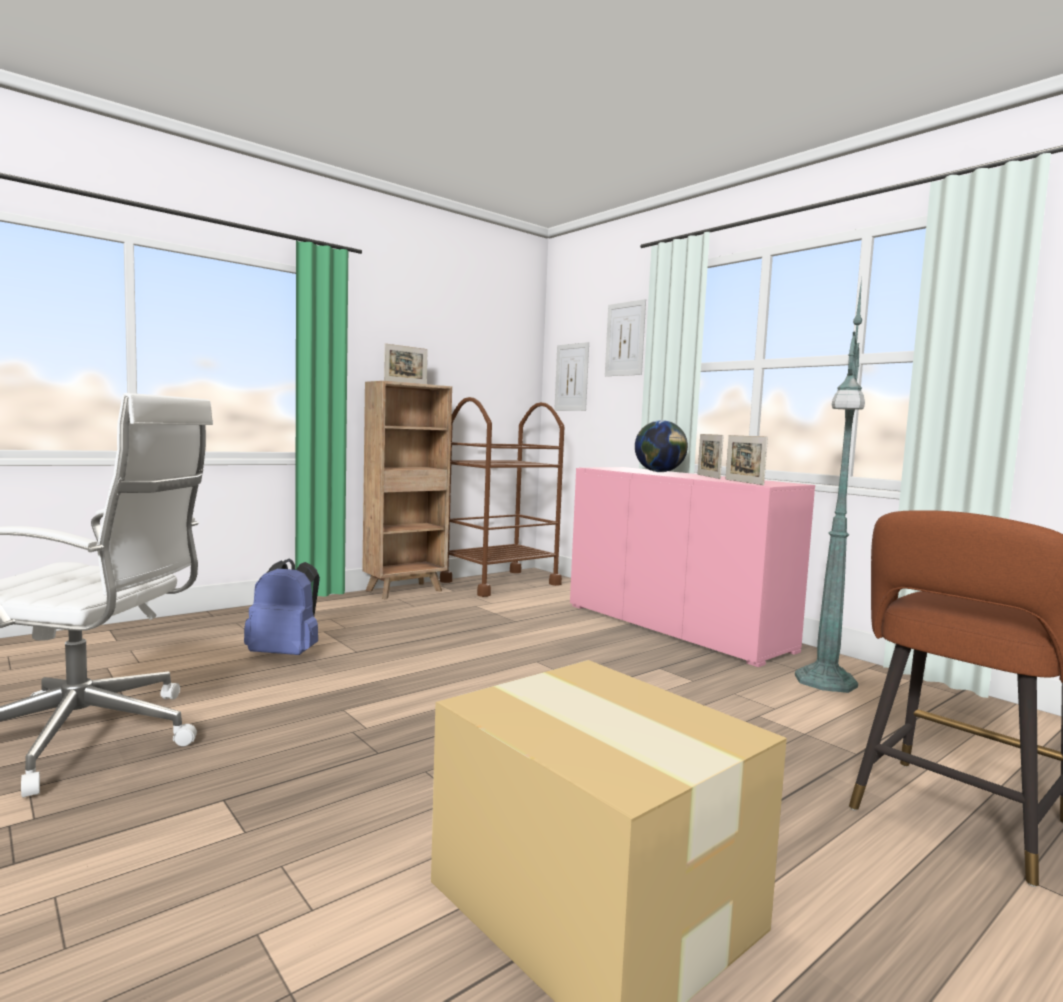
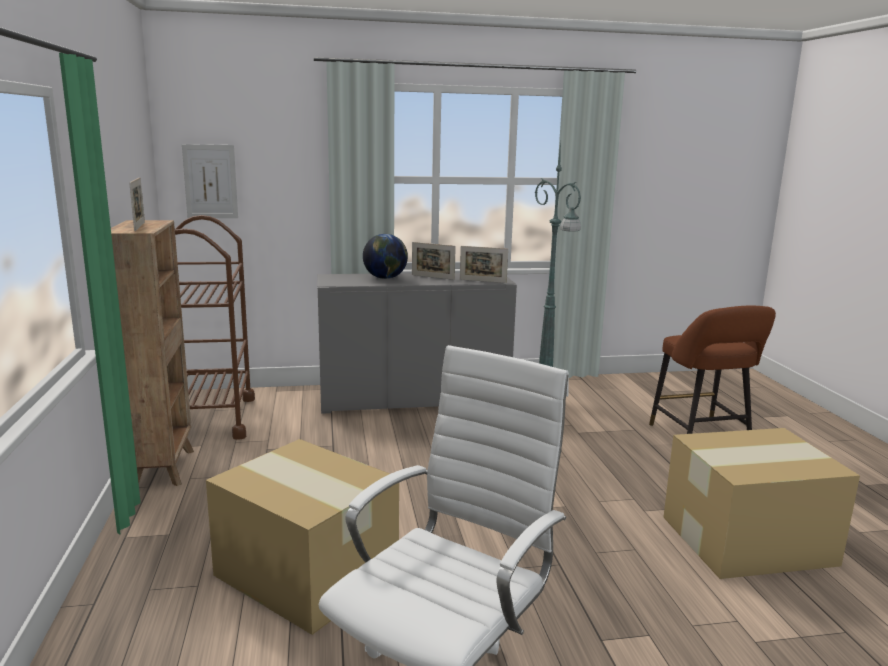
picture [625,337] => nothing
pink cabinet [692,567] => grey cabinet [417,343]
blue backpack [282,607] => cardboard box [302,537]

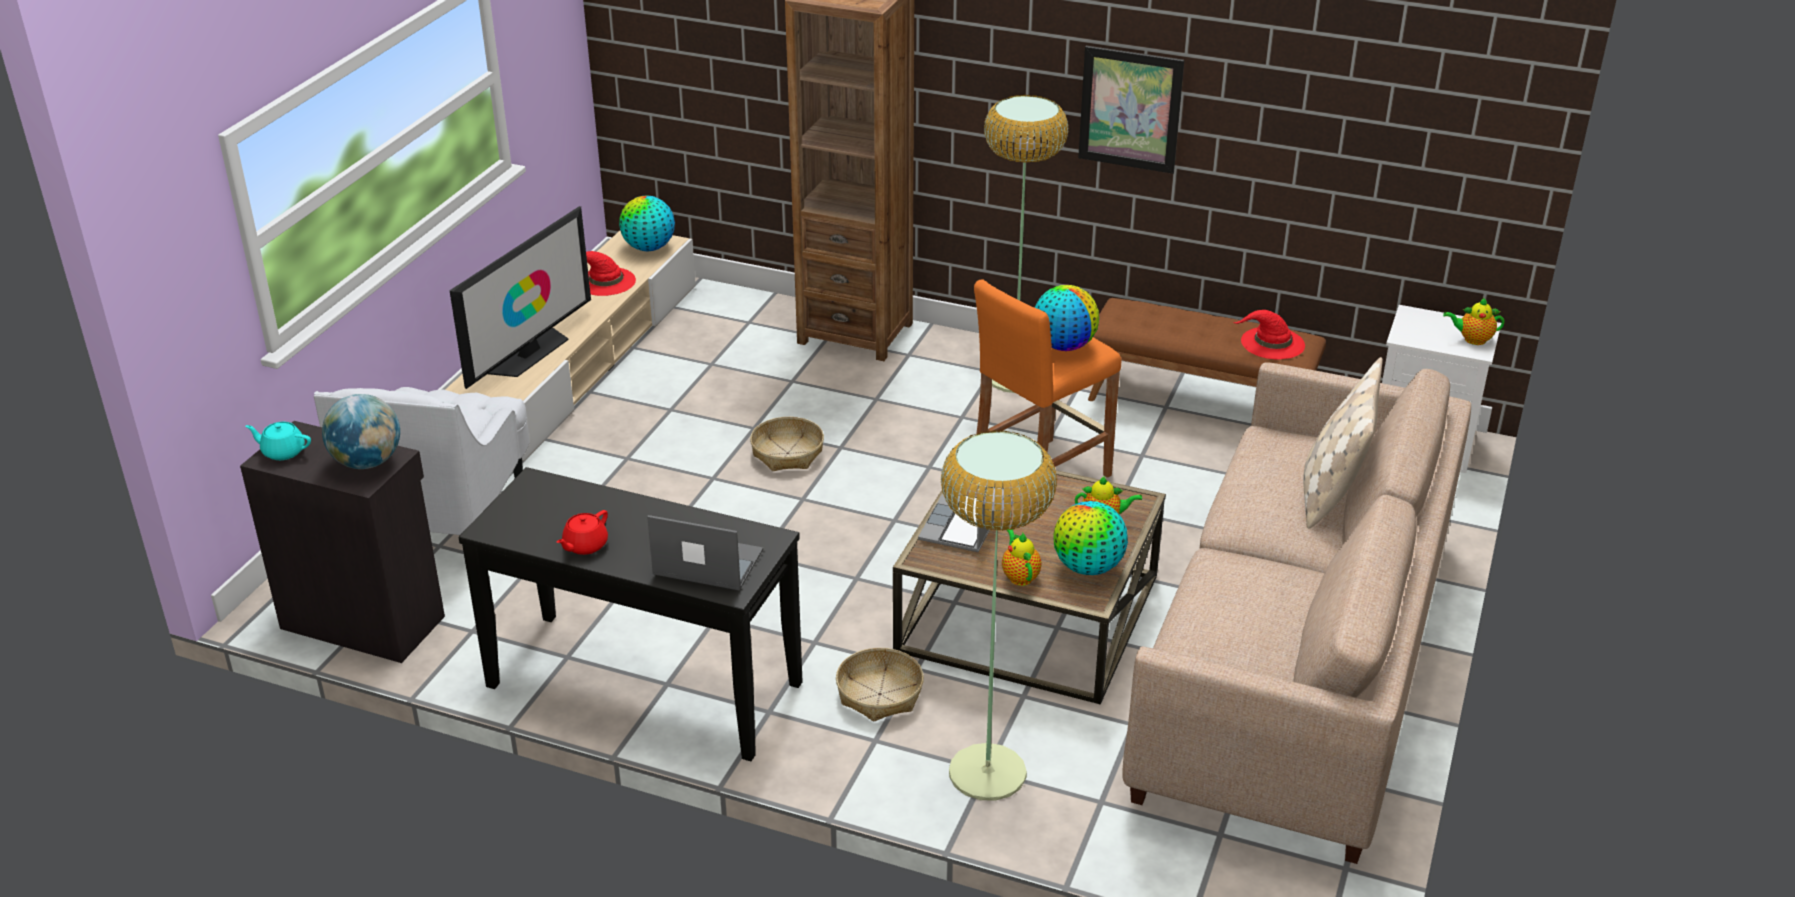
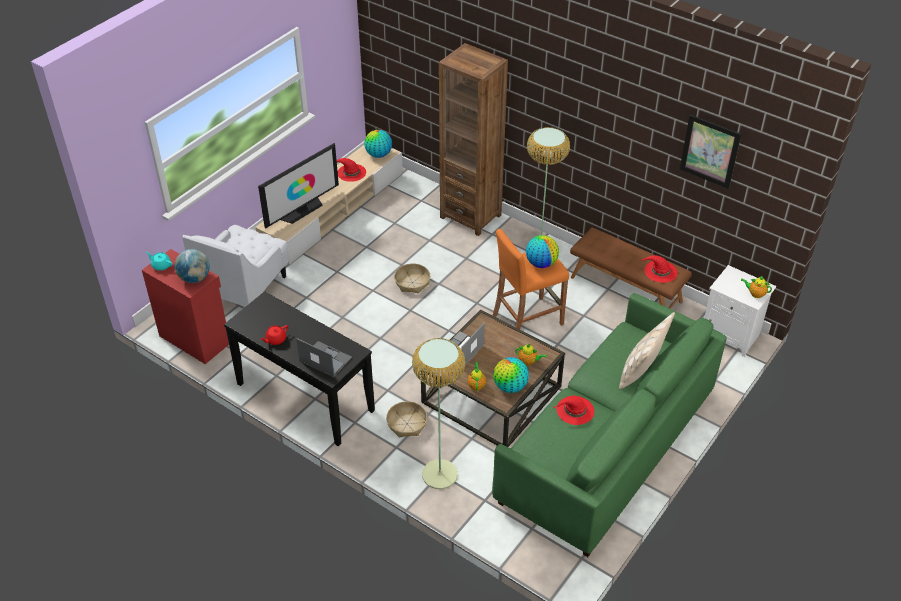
picture [1131,110] => picture [711,151], relocated
beige sofa [1296,613] => green sofa [609,425]
black cabinet [342,542] => red cabinet [185,306]
nothing => red hat [573,410]

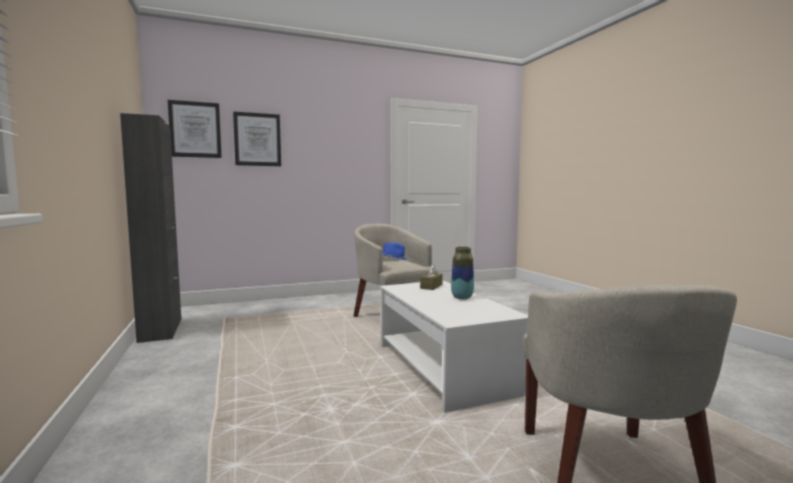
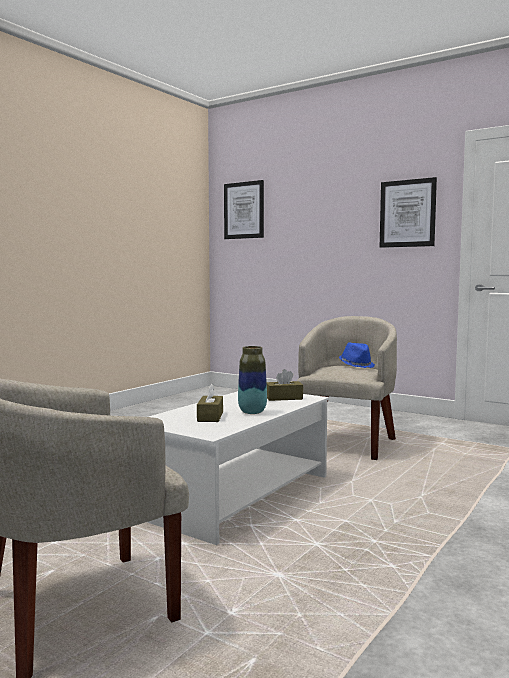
picture [257,139] => picture [408,212], relocated
black cabinet [150,228] => nothing
nothing => brown tissue box [210,403]

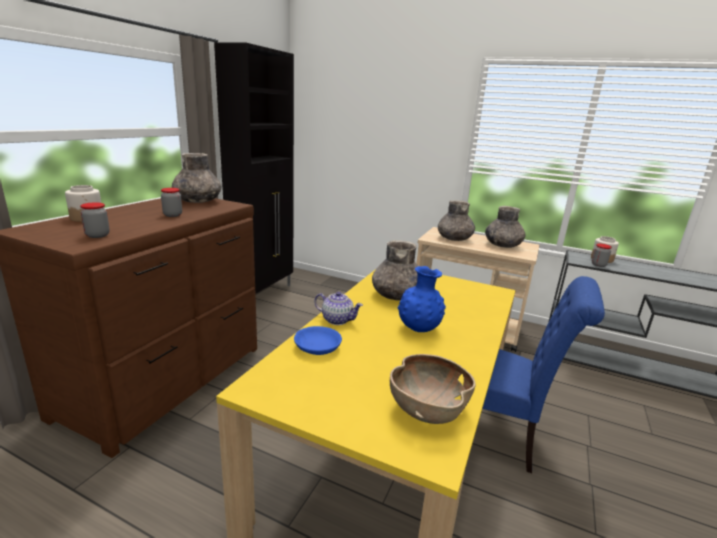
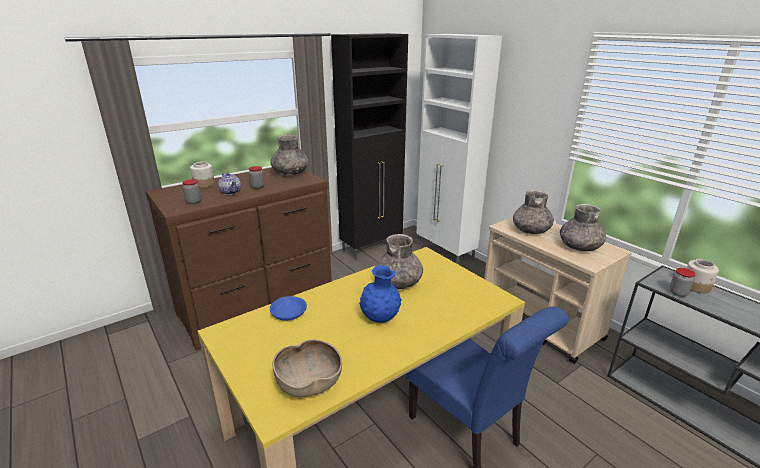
teapot [338,308] => teapot [229,183], relocated
nothing => white cabinet [459,149]

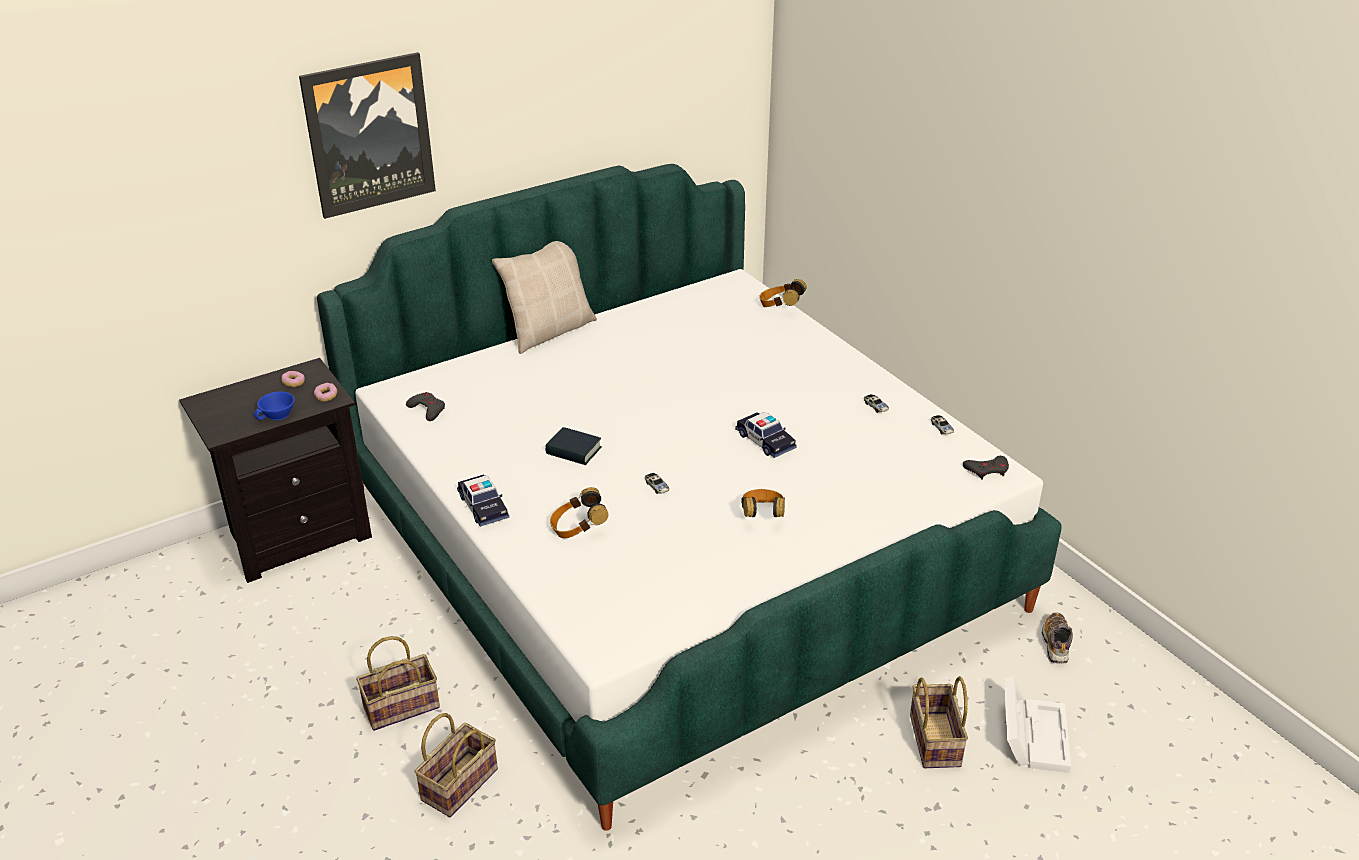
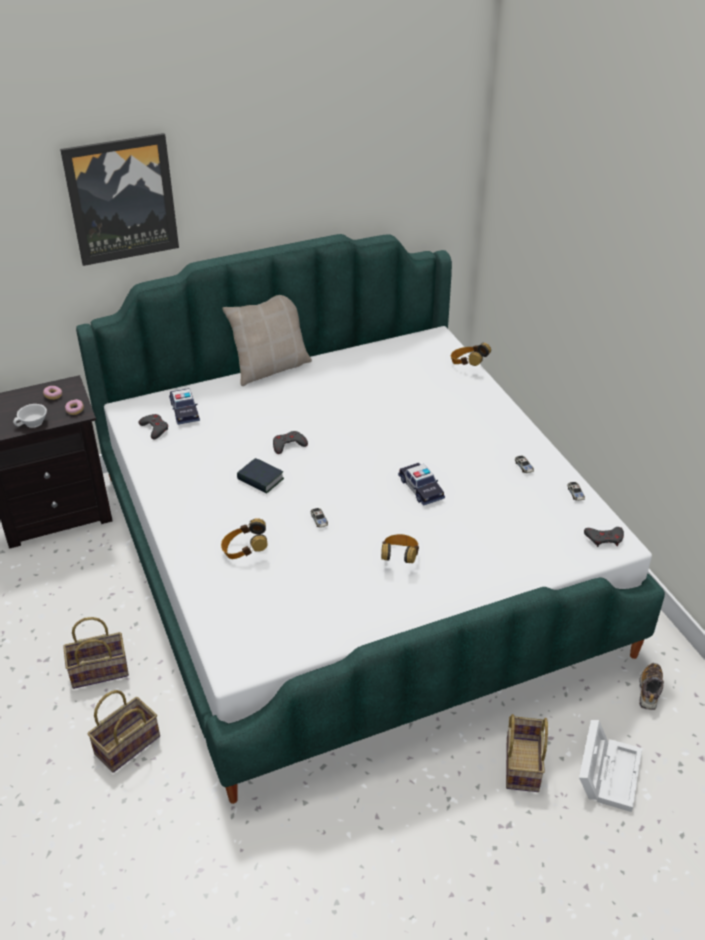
blue cup [274,406] => white cup [30,416]
toy car [483,500] => toy car [184,406], relocated
nothing => grey game controller [290,442]

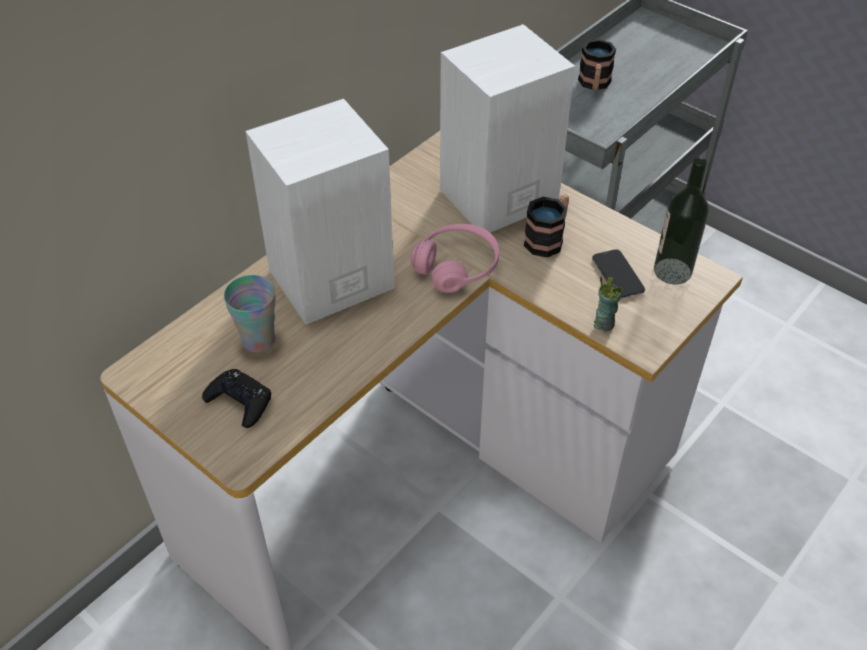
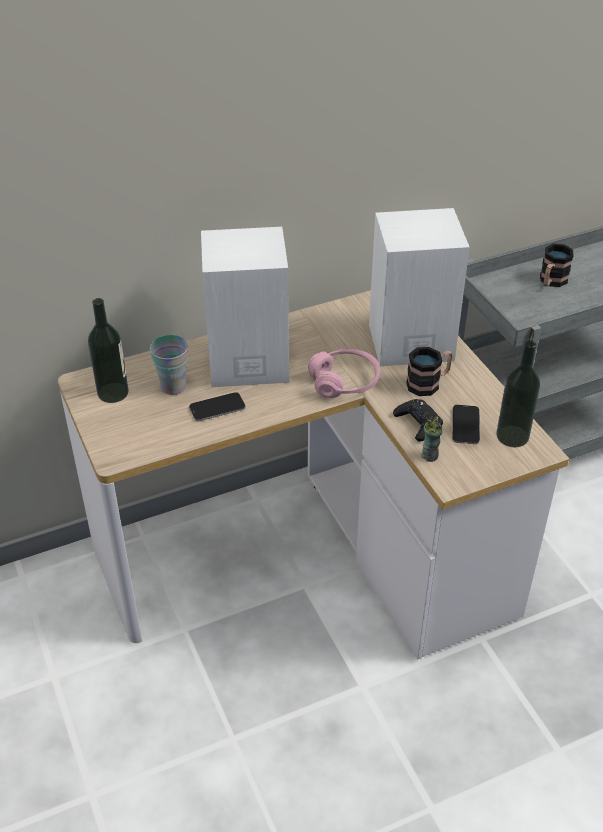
black game controller [236,398] => black game controller [418,420], relocated
nothing => bottle [108,350]
nothing => phone [217,406]

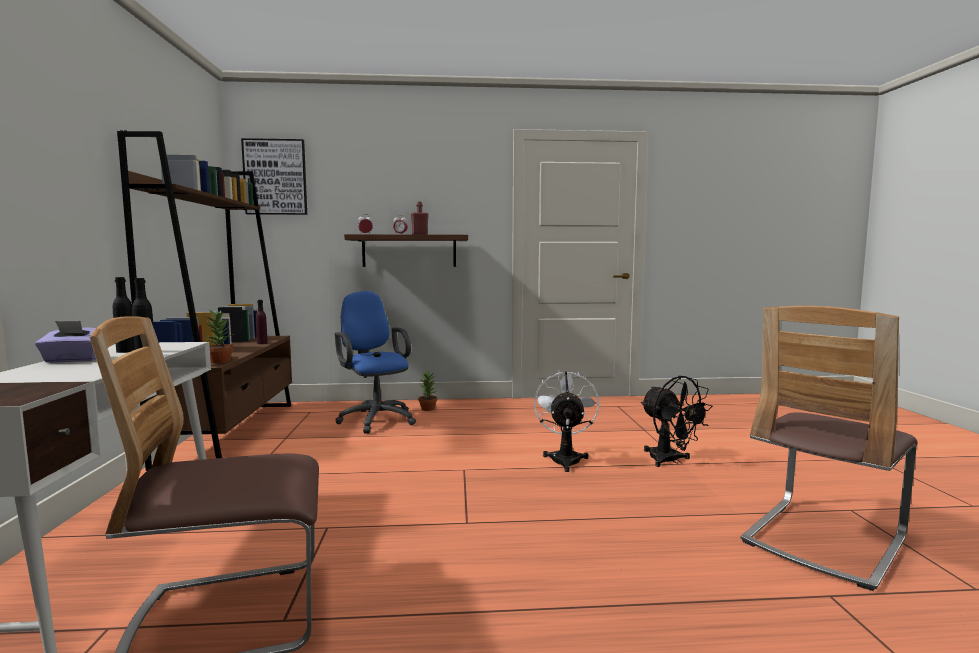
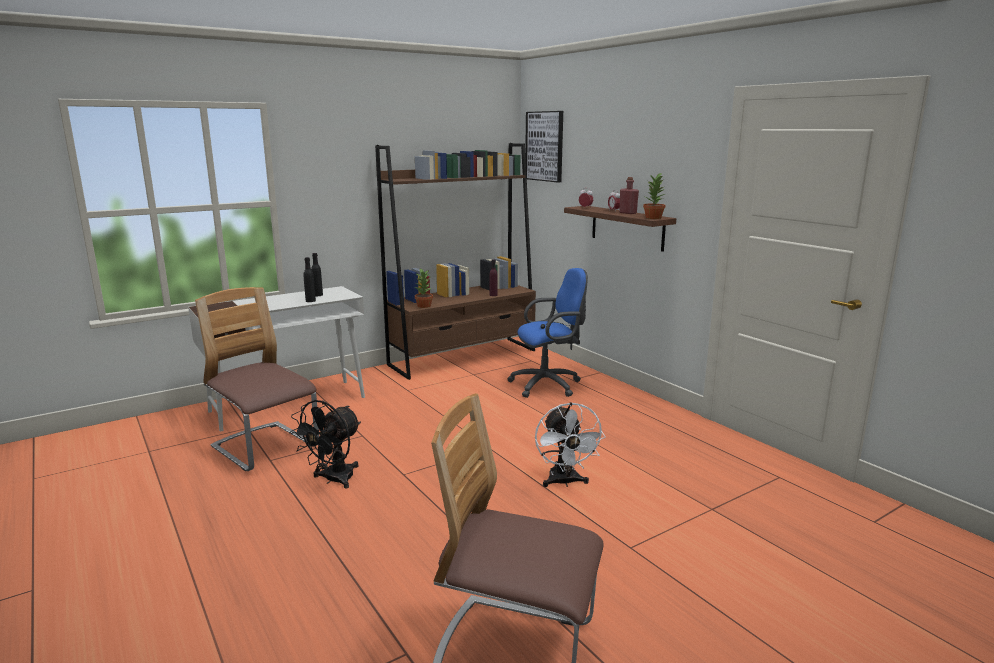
blue office chair [375,362] => blue office chair [547,333], 45 degrees clockwise
purple tissue box [65,342] => nothing
potted plant [427,390] => potted plant [654,195], relocated
white fan [566,421] => white fan [570,444], 105 degrees clockwise
black fan [676,421] => black fan [325,444], relocated

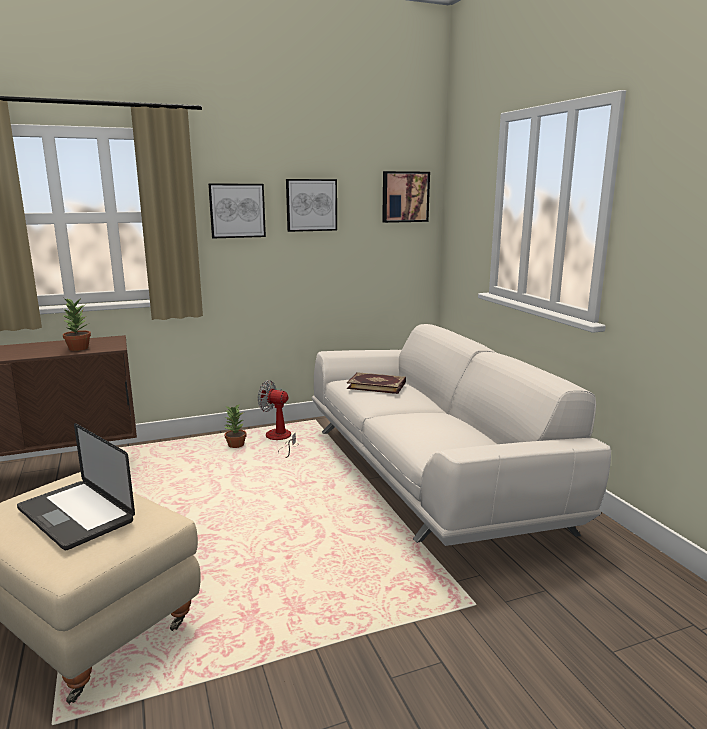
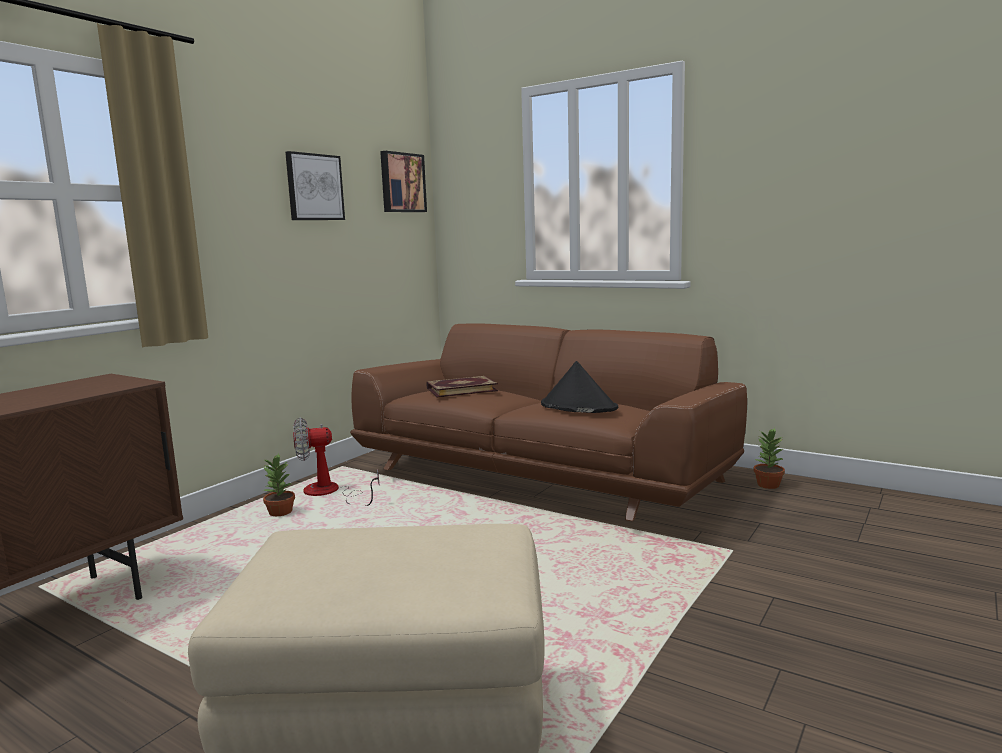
picture [237,211] => nothing
potted plant [76,324] => potted plant [769,458], relocated
white sofa [461,435] => brown sofa [548,422]
laptop [76,486] => nothing
nothing => black hat [579,387]

